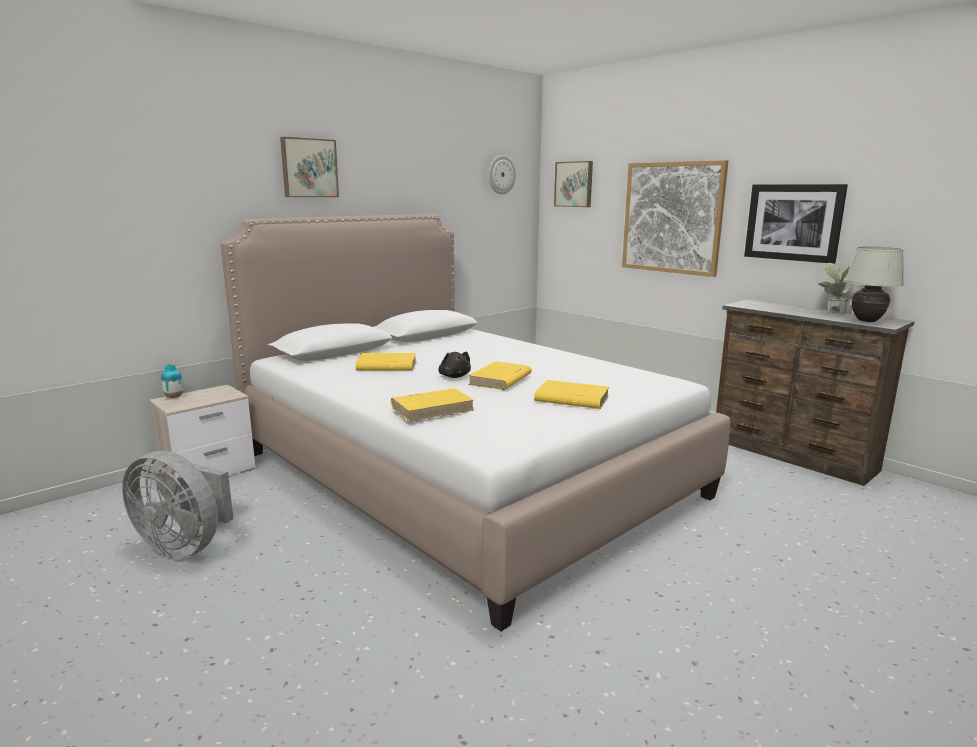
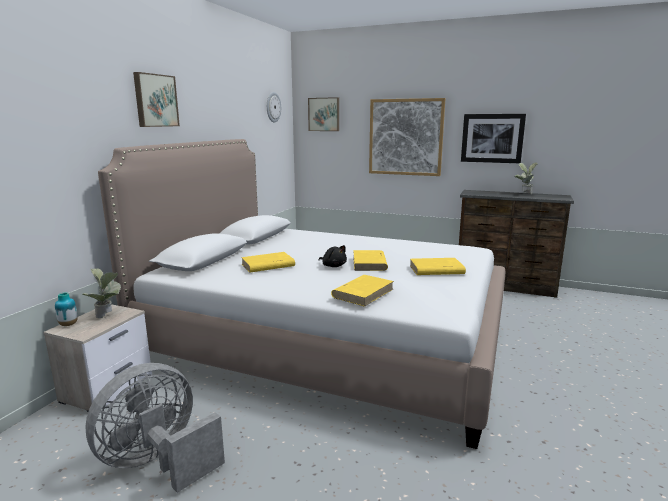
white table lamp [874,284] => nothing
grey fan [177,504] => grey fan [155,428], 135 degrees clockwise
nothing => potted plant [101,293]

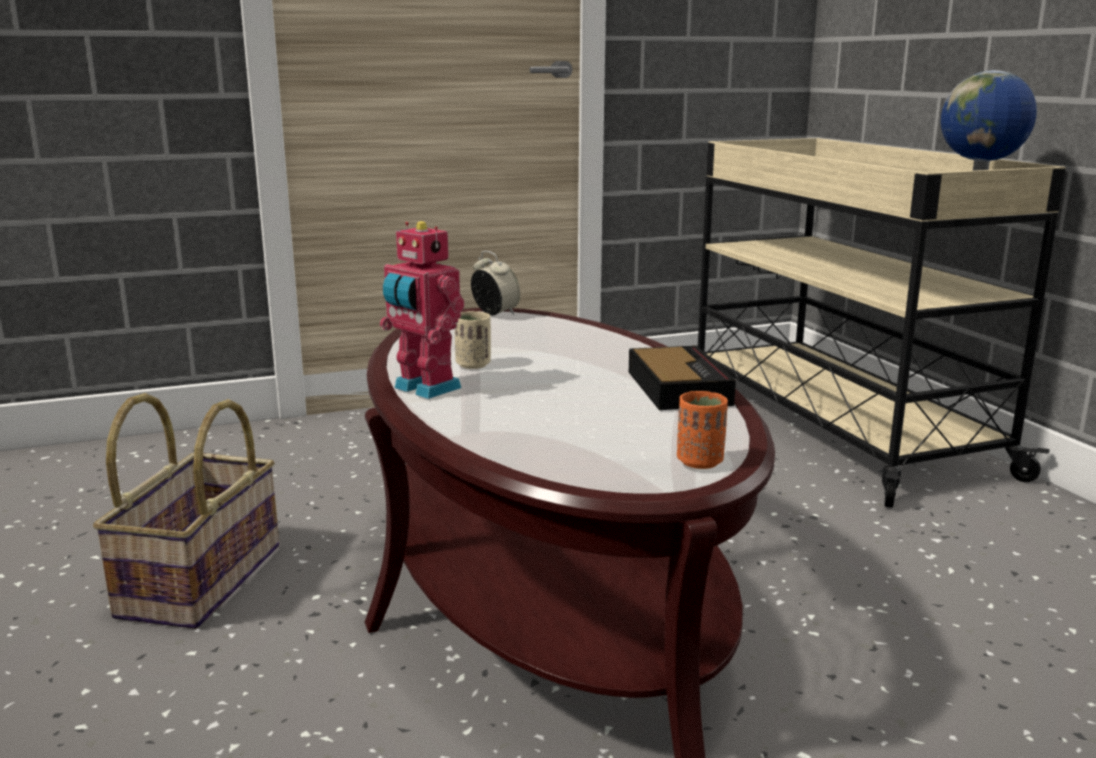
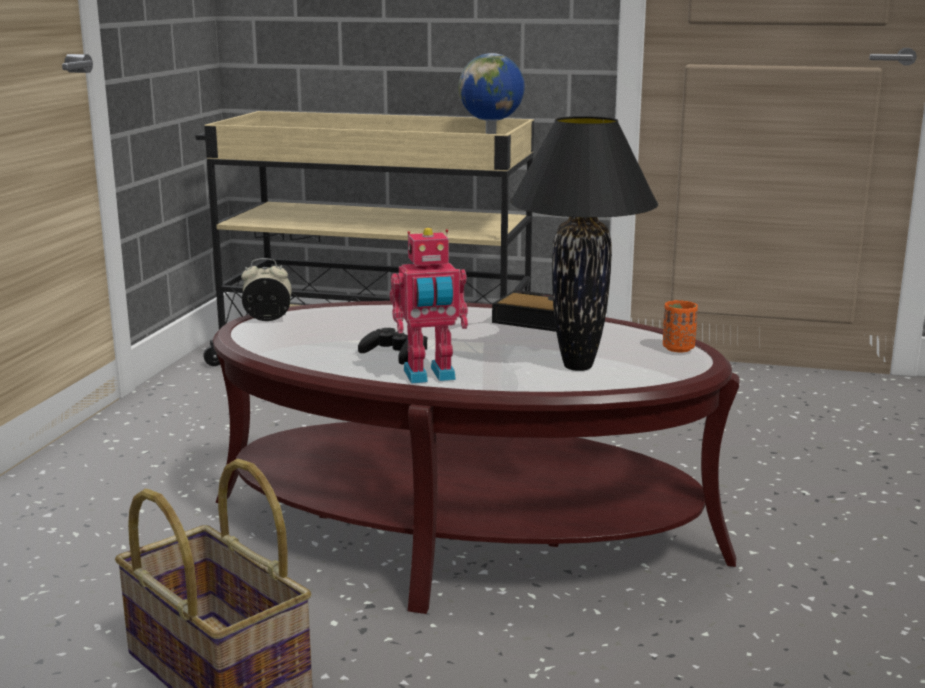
beige cup [473,340] => black game controller [393,346]
nothing => black table lamp [584,243]

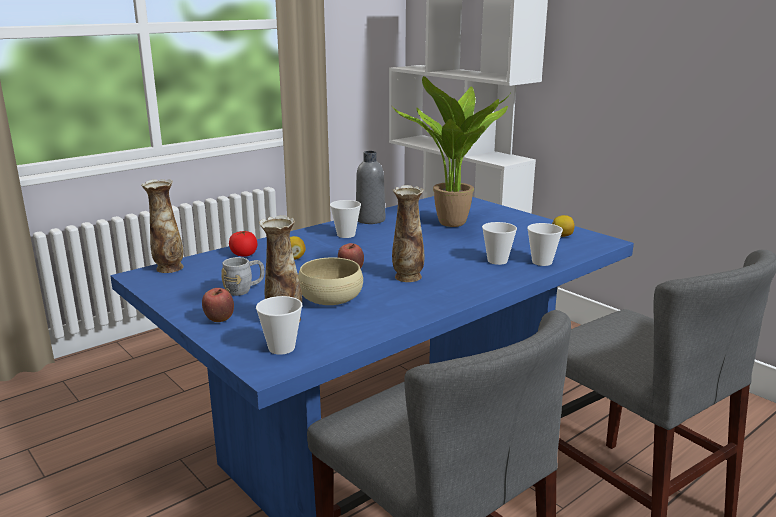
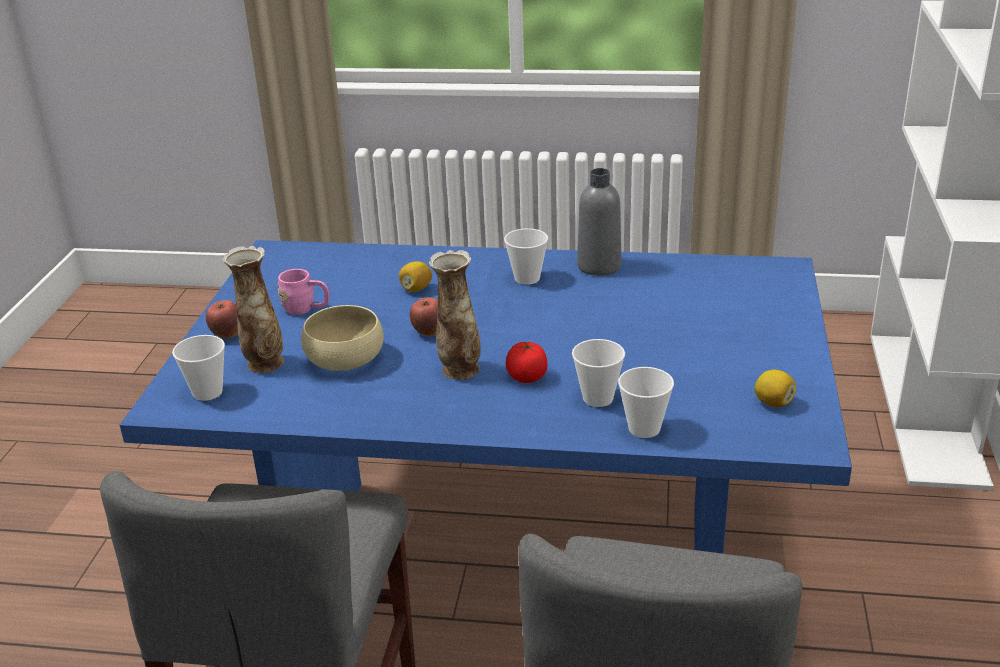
potted plant [451,151] => nothing
vase [162,226] => nothing
tomato [243,243] => tomato [527,362], relocated
grey mug [242,276] => pink mug [304,292]

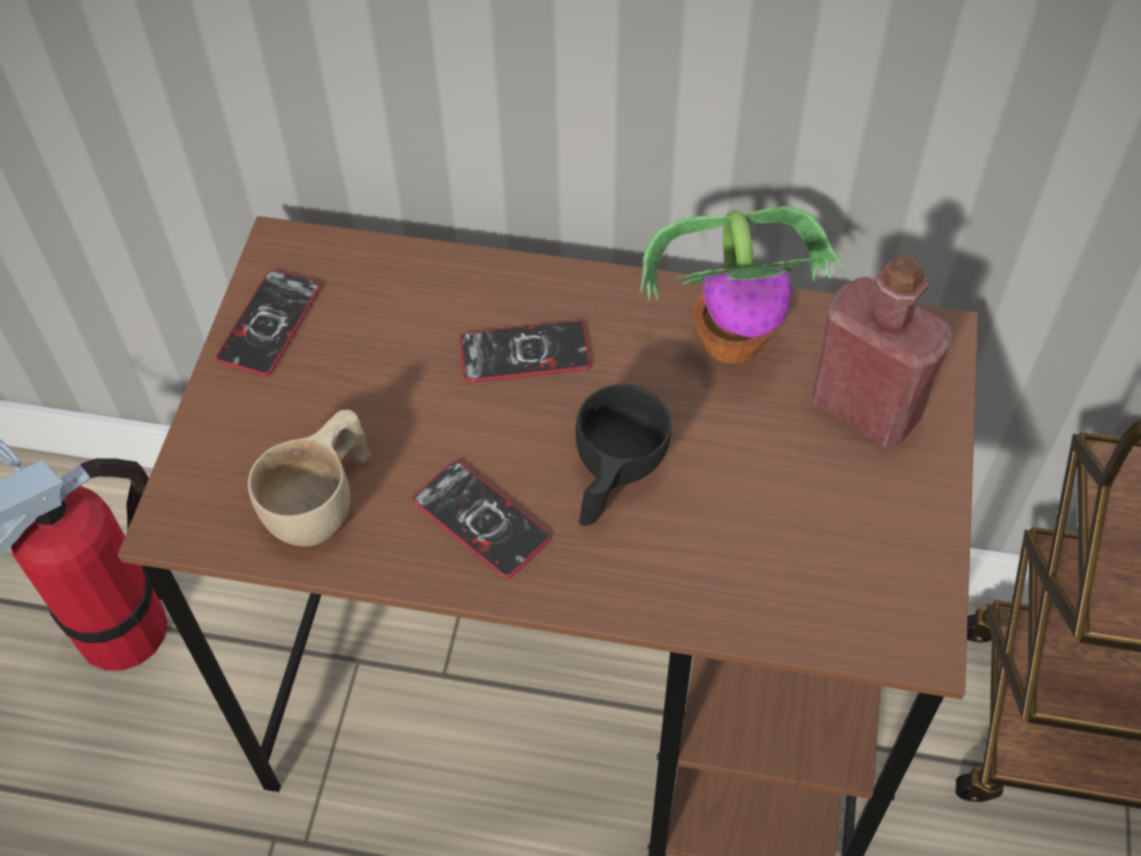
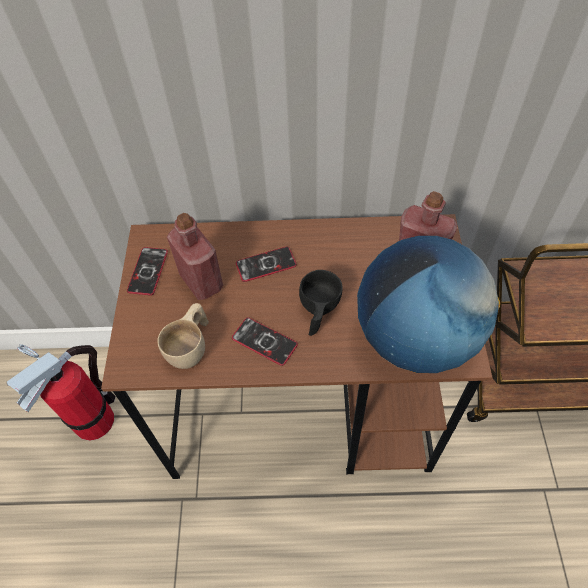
potted plant [742,284] => nothing
nothing => red bottle [195,256]
nothing => globe [428,304]

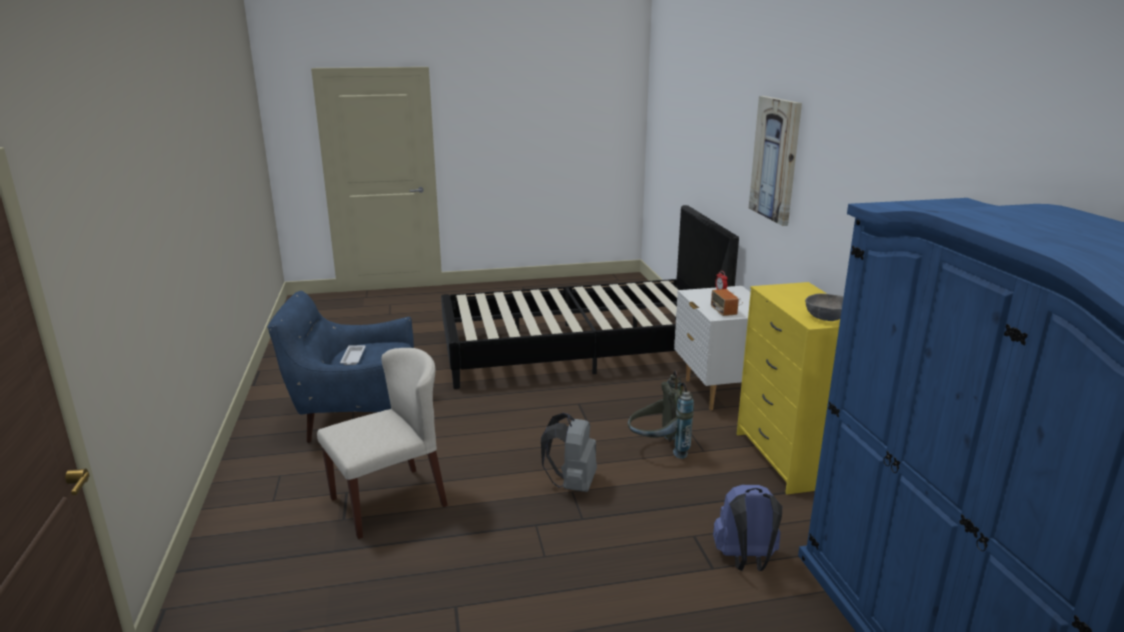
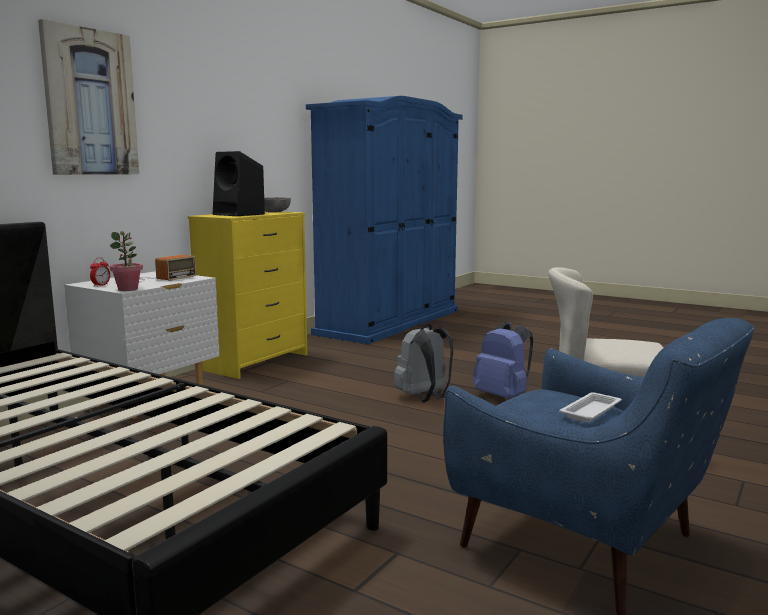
grey backpack [661,415] => nothing
blue backpack [747,528] => blue backpack [503,359], relocated
nothing => black speaker [239,183]
nothing => potted plant [126,261]

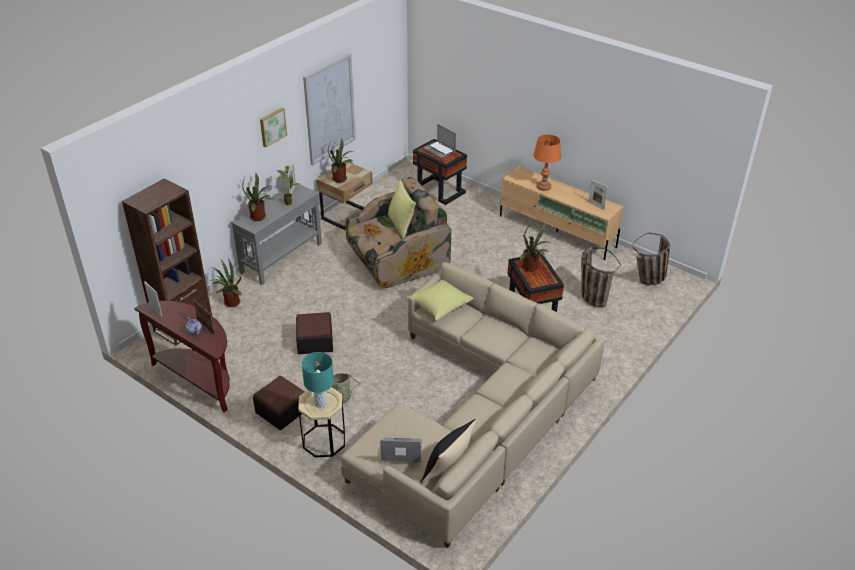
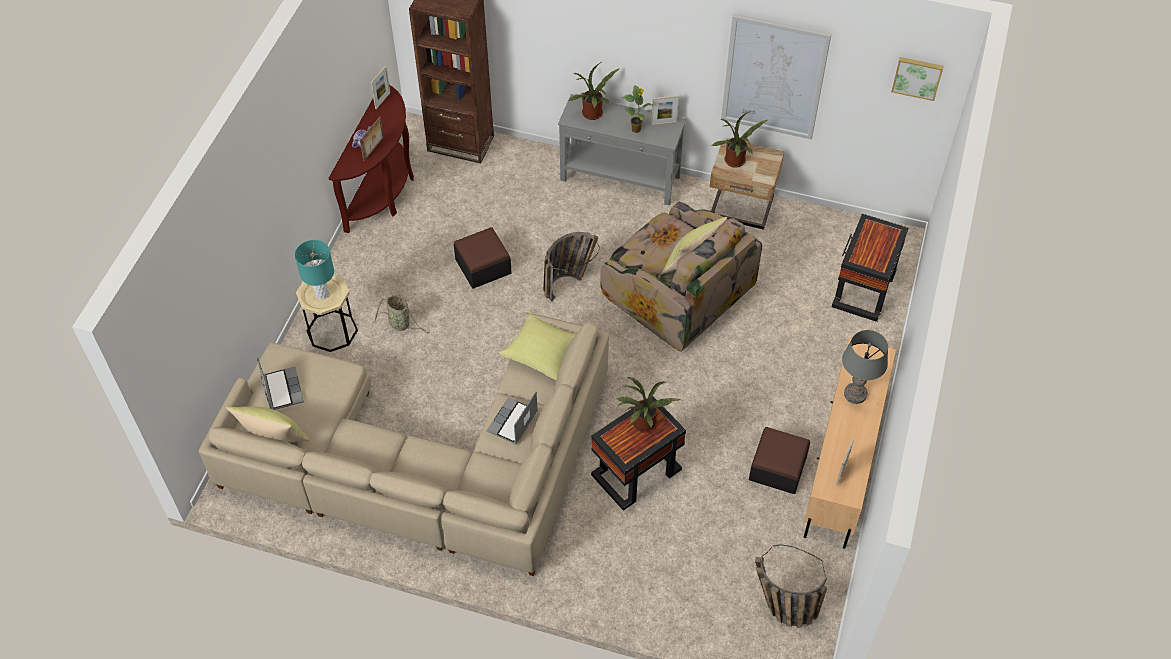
picture [273,127] => picture [917,79], relocated
laptop [439,141] => laptop [512,418], relocated
orange table lamp [547,162] => grey table lamp [865,367]
basket [601,277] => basket [571,267], relocated
potted plant [226,283] => nothing
ottoman [279,403] => ottoman [779,460], relocated
black pillow [448,451] => yellow pillow [268,424]

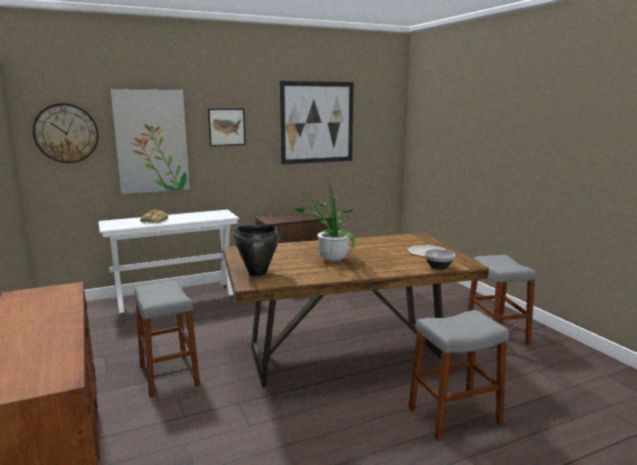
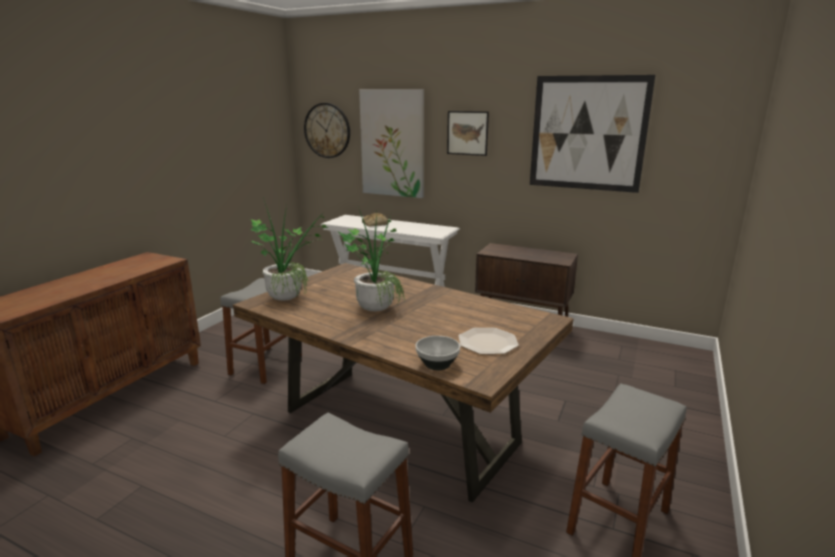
black cooking pot [257,250] => potted plant [288,249]

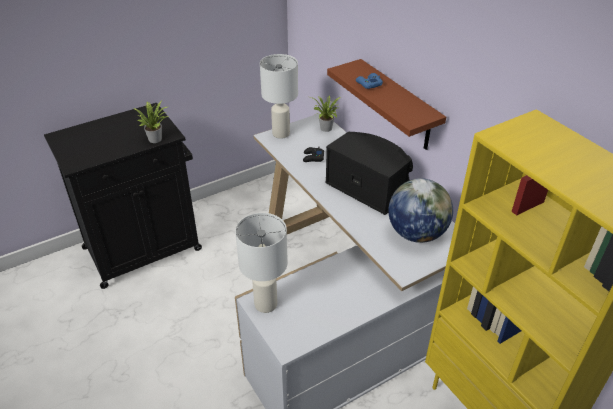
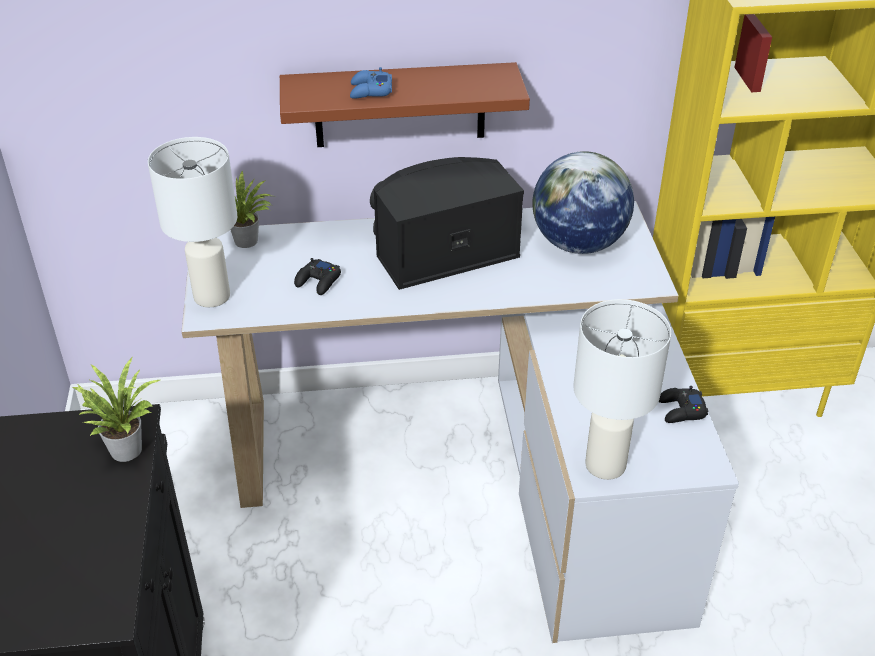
nothing => black game controller [683,404]

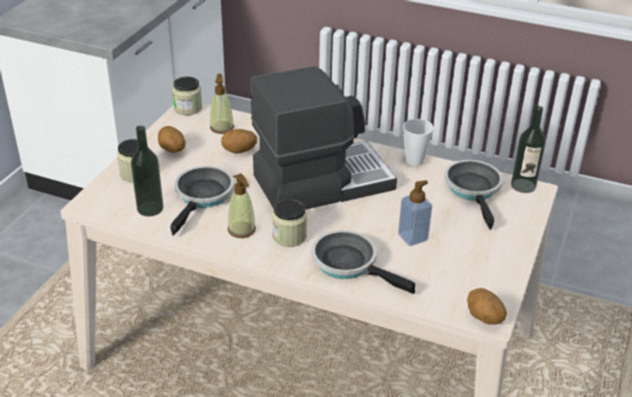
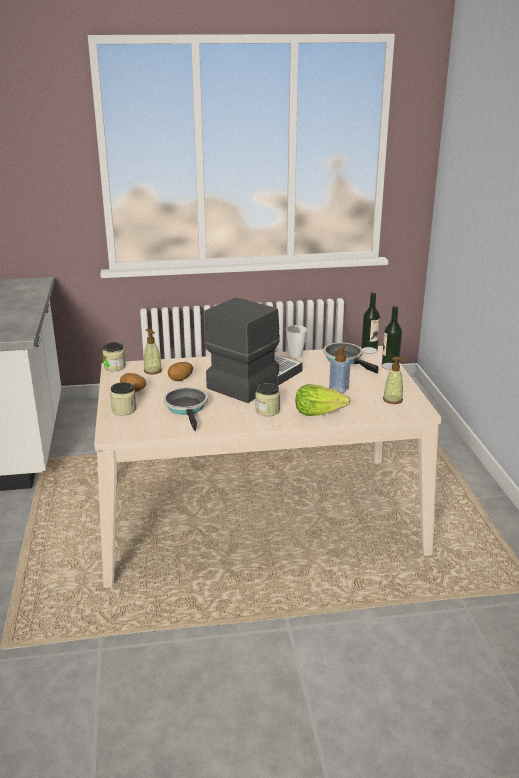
bottle [147,171] => bottle [392,338], relocated
soap dispenser [242,205] => soap dispenser [395,380], relocated
frying pan [363,262] => lettuce [323,400]
potato [487,306] => nothing

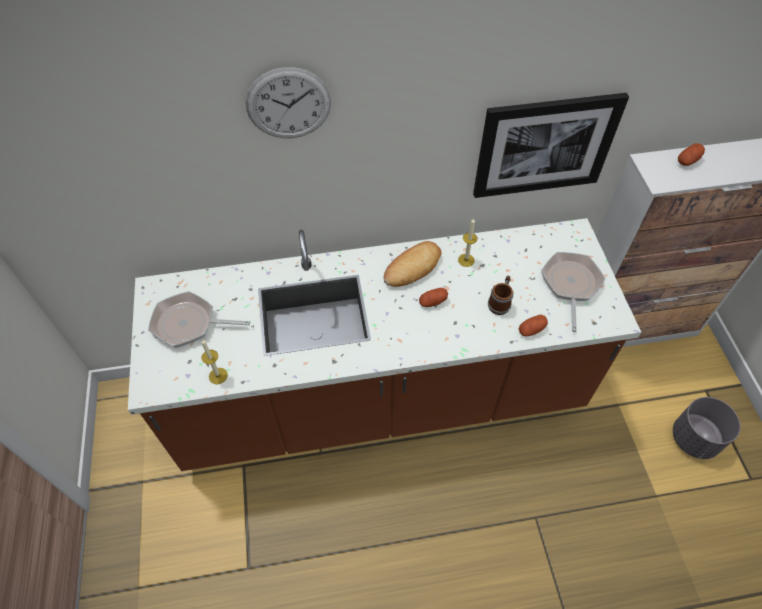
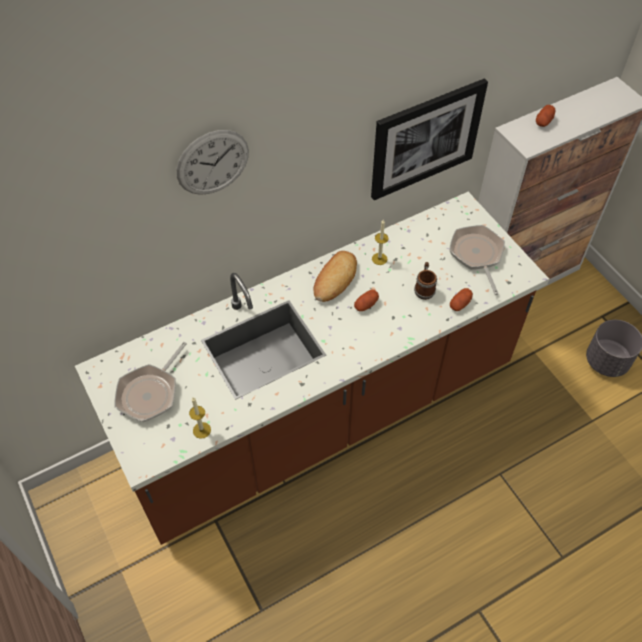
frying pan [199,319] => frying pan [151,382], 45 degrees counterclockwise

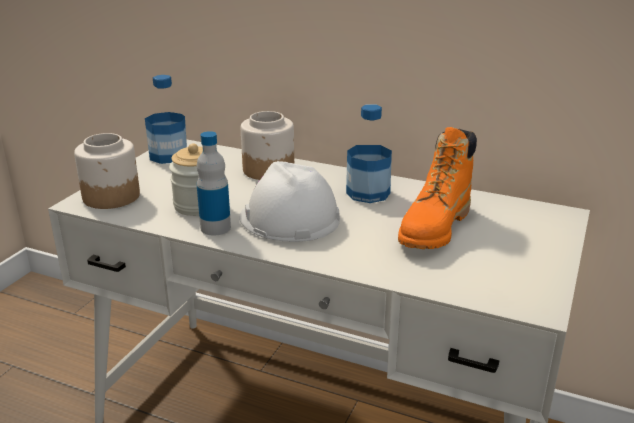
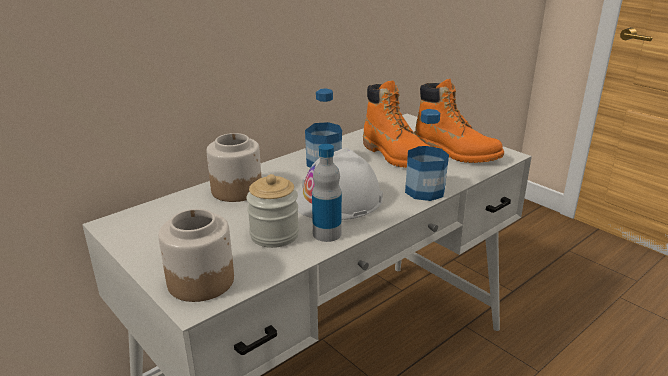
bottle [166,119] => bottle [427,155], relocated
nothing => orange boot [459,121]

